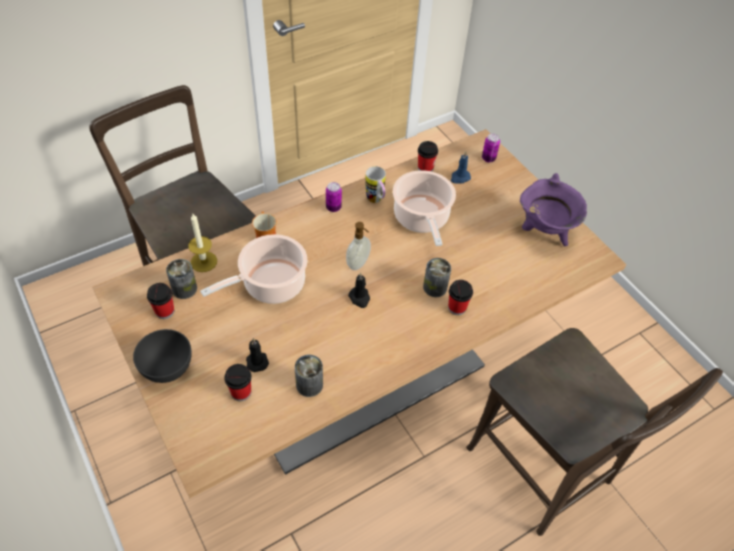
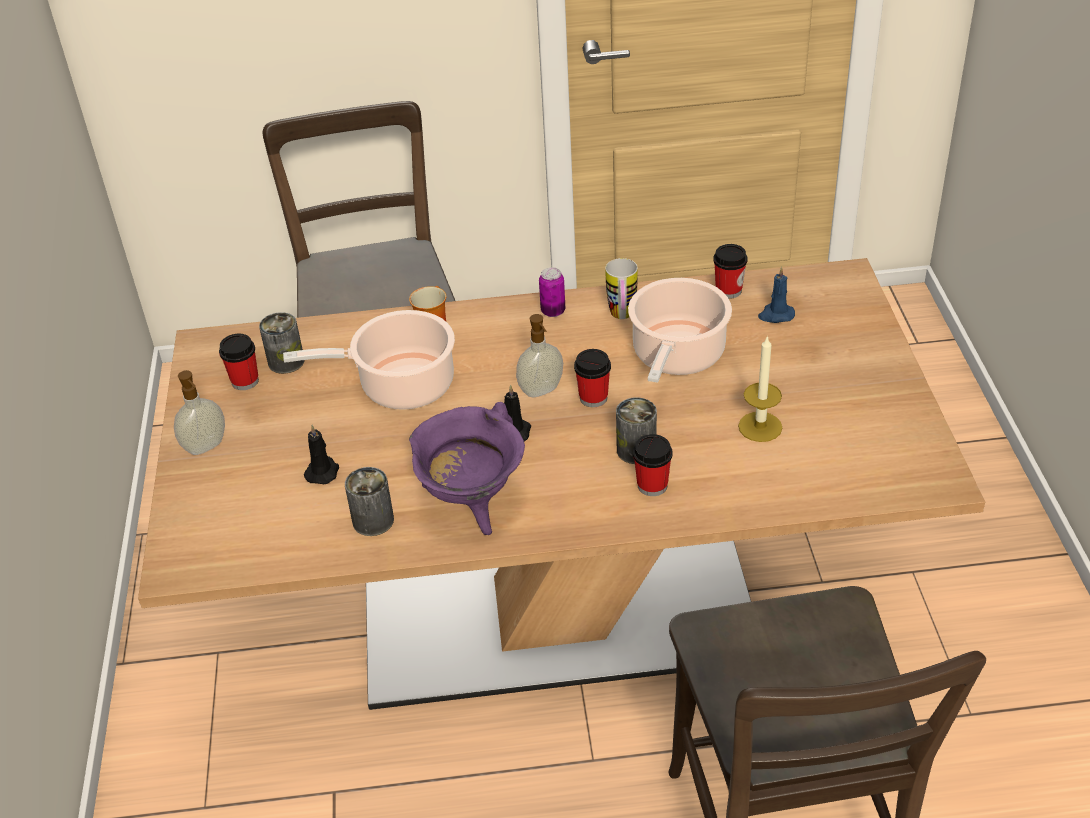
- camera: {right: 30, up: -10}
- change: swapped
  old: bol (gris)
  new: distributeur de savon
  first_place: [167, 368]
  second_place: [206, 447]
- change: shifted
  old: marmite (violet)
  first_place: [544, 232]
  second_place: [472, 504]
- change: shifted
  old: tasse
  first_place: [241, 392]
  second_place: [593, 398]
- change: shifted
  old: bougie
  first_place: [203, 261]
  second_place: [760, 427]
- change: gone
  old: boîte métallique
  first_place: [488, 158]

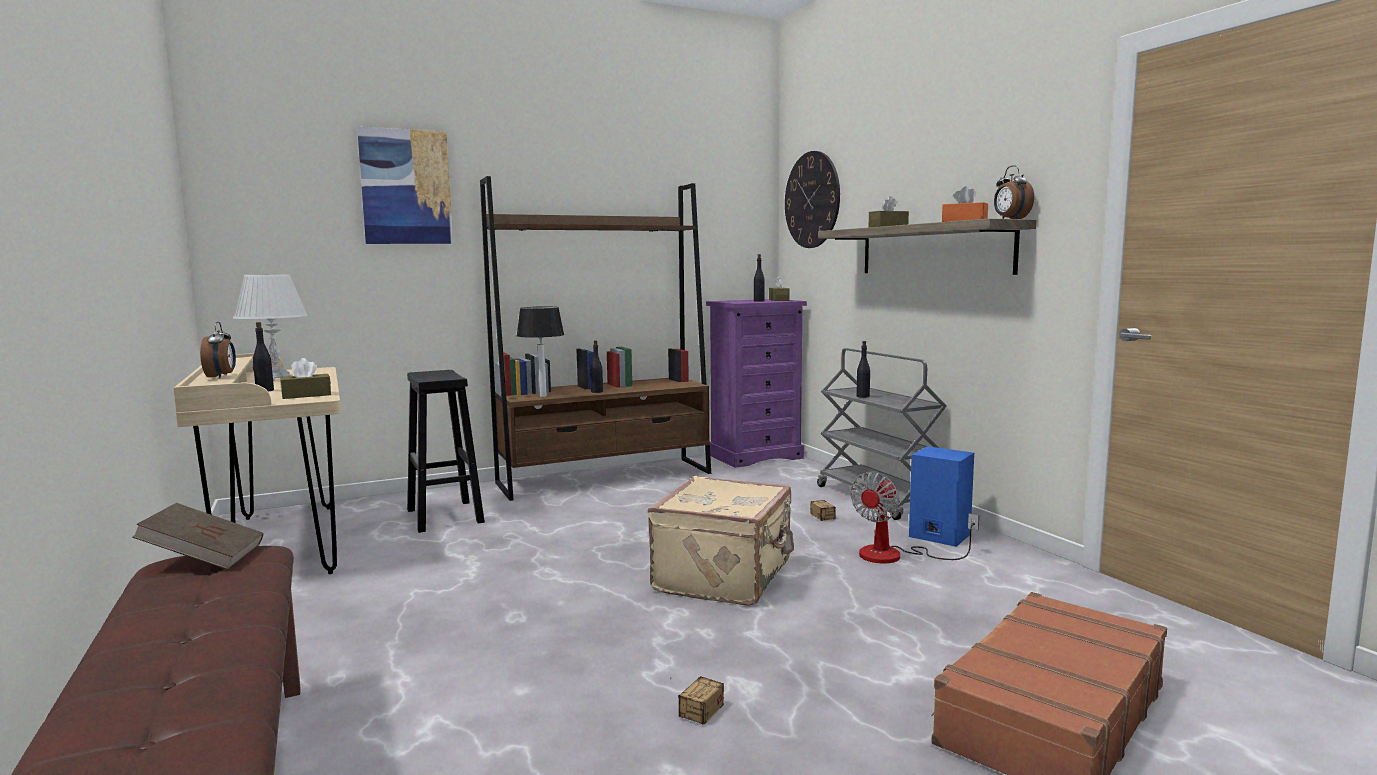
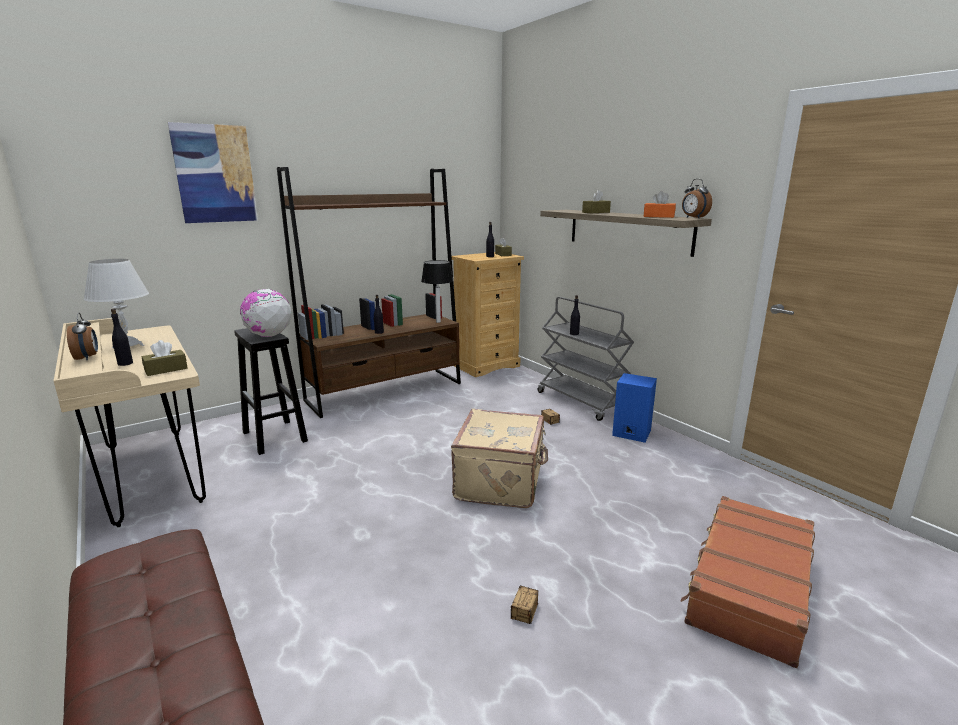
- camera: {right: -10, up: 10}
- change: new
  new: globe
  second_place: [268, 335]
- change: shifted
  old: lampe de table
  first_place: [543, 396]
  second_place: [438, 322]
- change: repainted
  old: commode (violet)
  new: commode (beige)
  first_place: [755, 456]
  second_place: [486, 366]
- change: gone
  old: livre (marron)
  first_place: [204, 558]
- change: gone
  old: horloge murale
  first_place: [812, 200]
- change: gone
  old: ventilateur
  first_place: [895, 555]

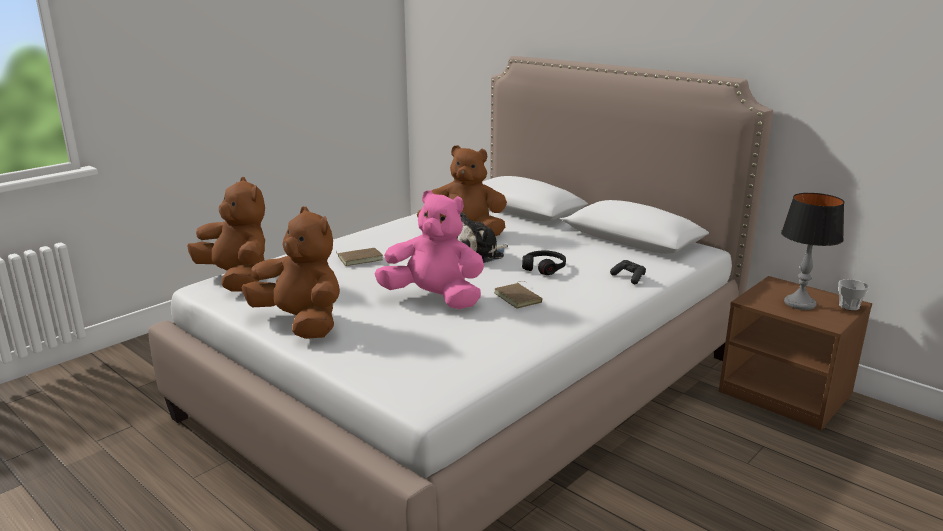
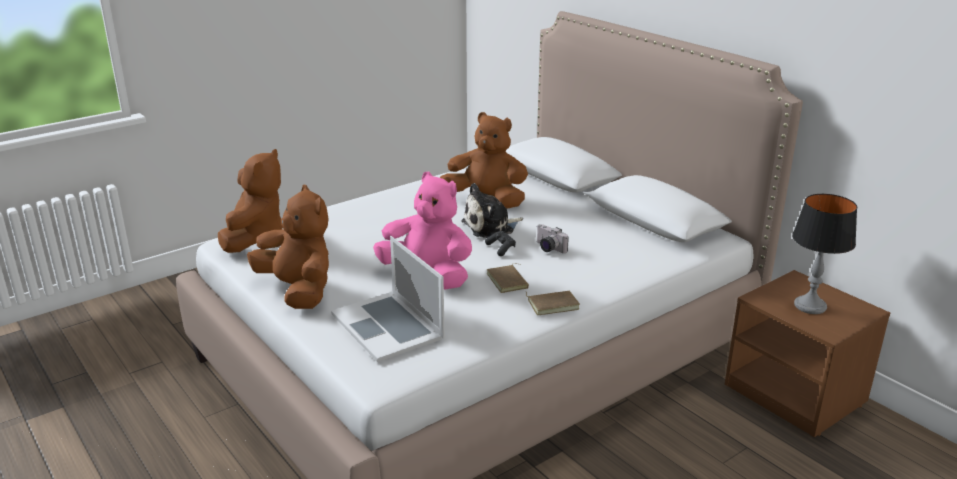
- camera: {right: 10, up: 5}
- change: rotated
  old: peluche (marron)
  first_place: [237, 279]
  second_place: [255, 238]
  degrees: 45
- change: new
  new: ordinateur portable
  second_place: [388, 325]
- change: shifted
  old: manette (noir)
  first_place: [629, 277]
  second_place: [501, 248]
- change: shifted
  old: livre (marron)
  first_place: [360, 258]
  second_place: [553, 304]
- change: swapped
  old: casque audio (noir)
  new: appareil photo
  first_place: [544, 268]
  second_place: [548, 248]
- change: gone
  old: tasse
  first_place: [849, 306]

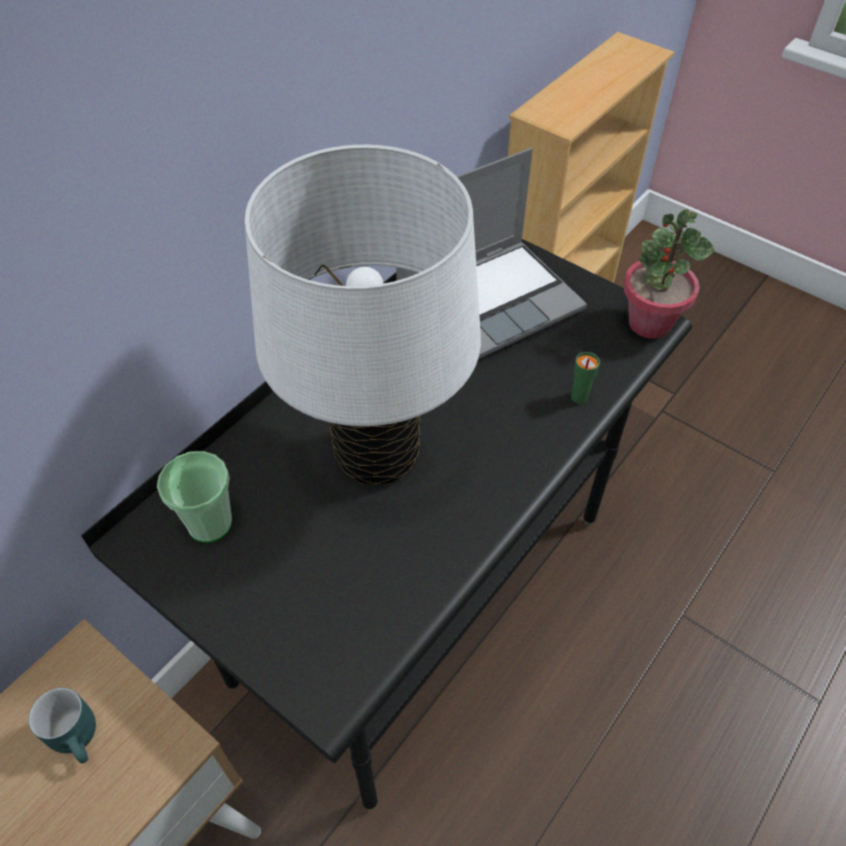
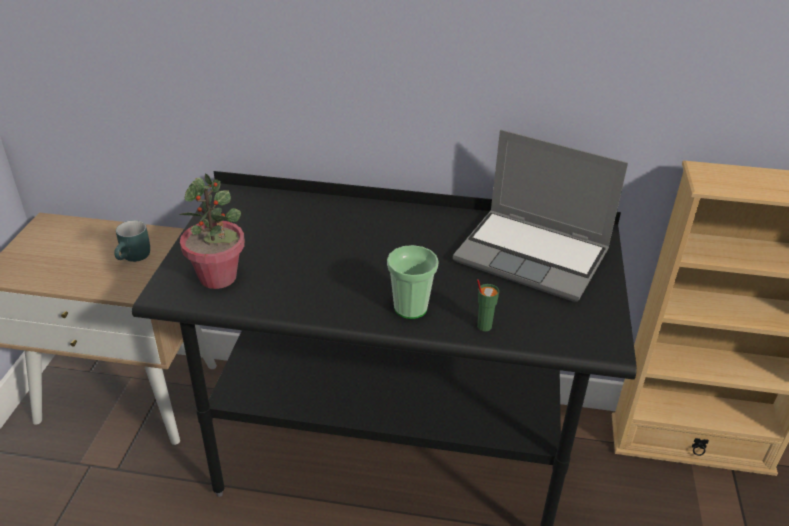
- camera: {right: 60, up: -15}
- change: shifted
  old: plante en pot
  first_place: [649, 323]
  second_place: [218, 277]
- change: shifted
  old: tasse
  first_place: [210, 523]
  second_place: [410, 308]
- change: gone
  old: lampe de table (blanc)
  first_place: [377, 454]

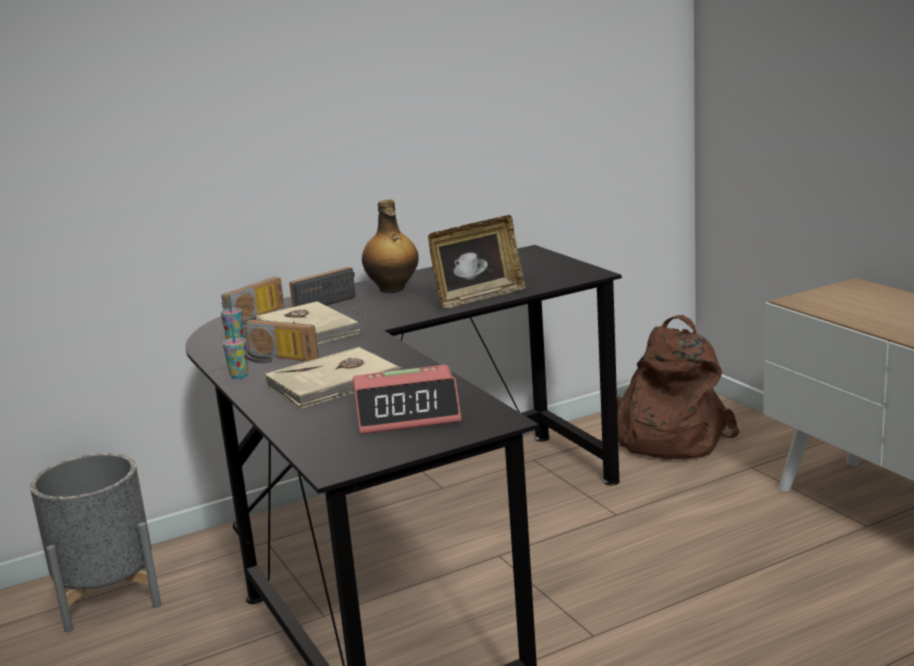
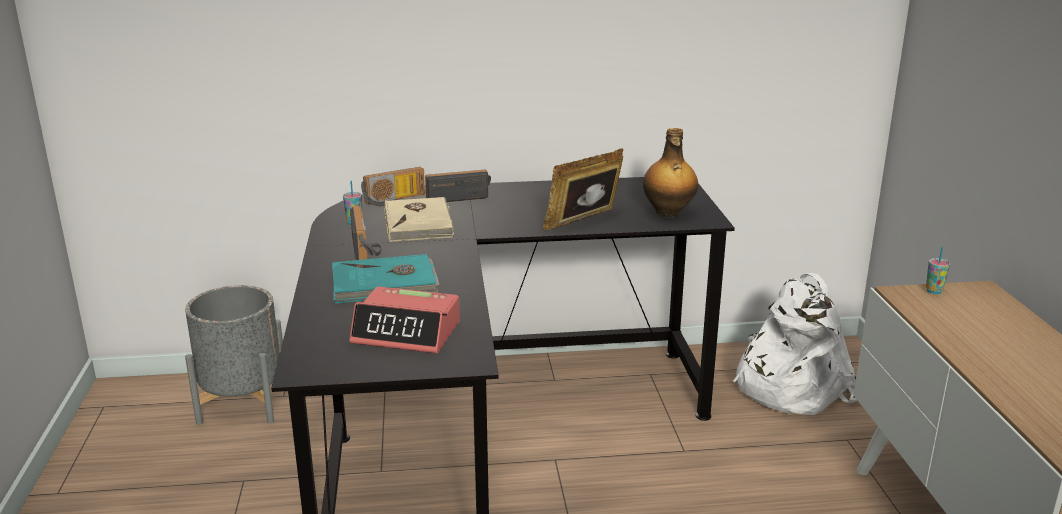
- camera: {right: 20, up: 5}
- change: repainted
  old: livre (beige)
  new: livre (turquoise)
  first_place: [334, 383]
  second_place: [385, 284]
- change: rotated
  old: radio
  first_place: [276, 359]
  second_place: [367, 247]
  degrees: -150
- change: rotated
  old: cadre photo
  first_place: [478, 297]
  second_place: [584, 223]
  degrees: 150
- change: shifted
  old: bouteille
  first_place: [392, 289]
  second_place: [668, 213]
- change: repainted
  old: sac à dos (marron)
  new: sac à dos (blanc)
  first_place: [667, 438]
  second_place: [787, 386]
- change: shifted
  old: tasse
  first_place: [239, 376]
  second_place: [934, 291]

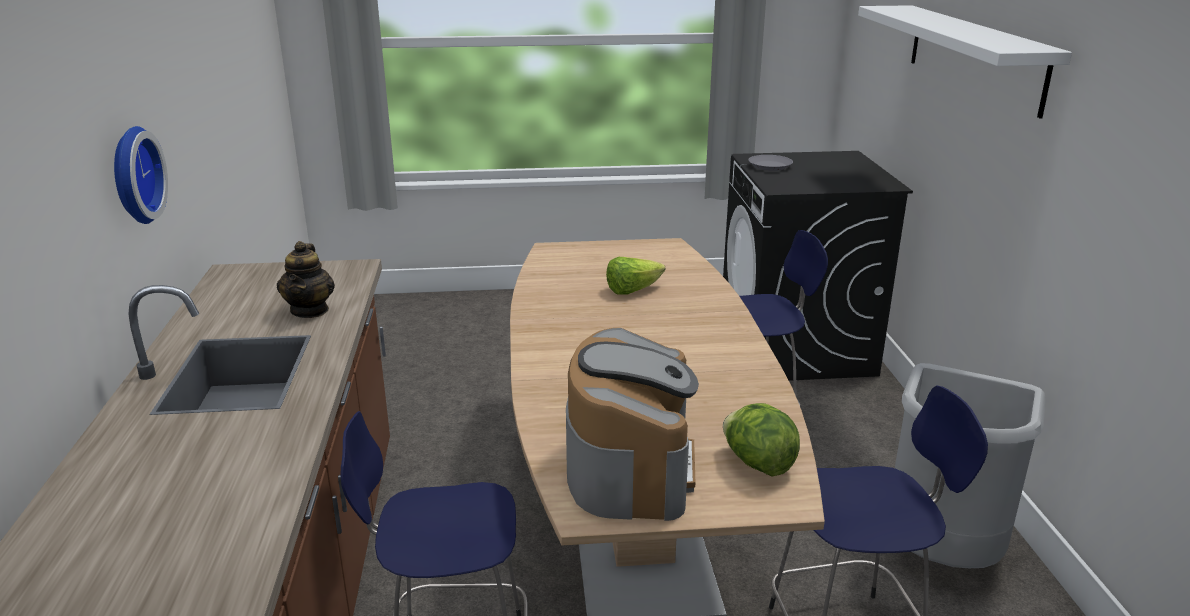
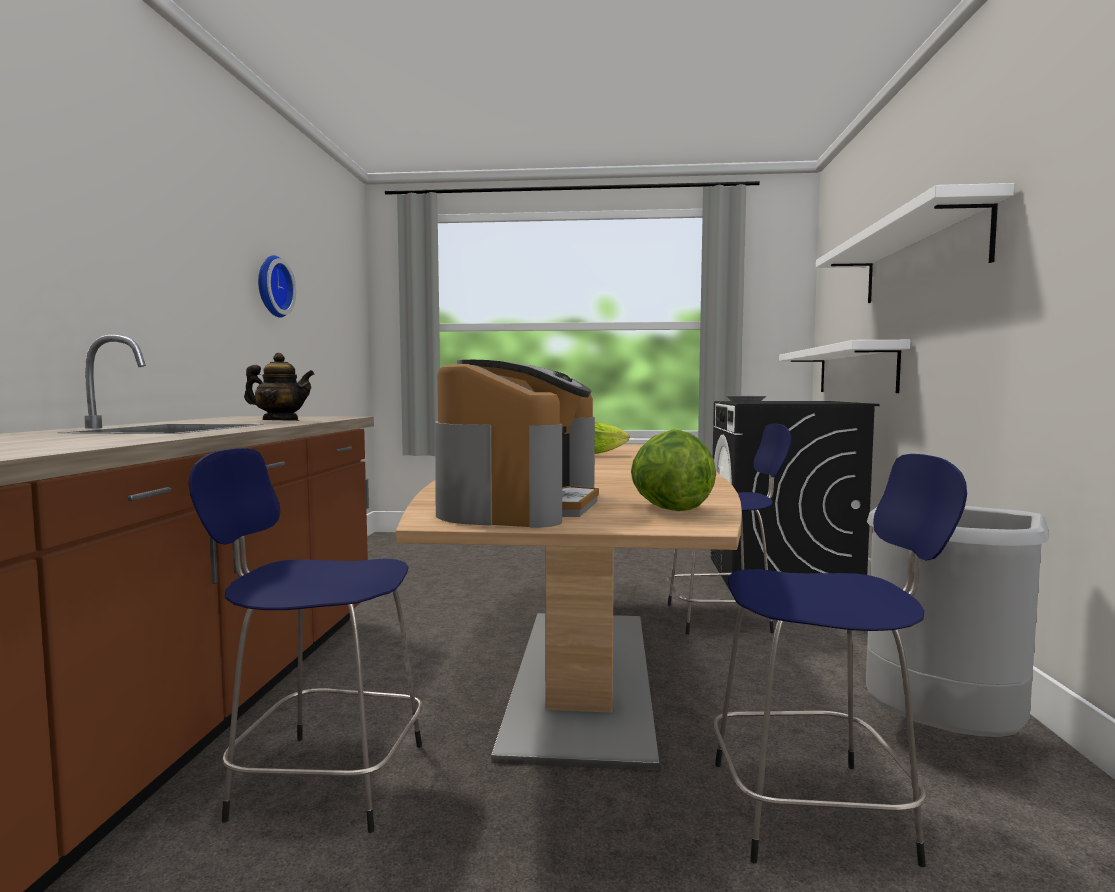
- camera: {right: 10, up: -20}
- change: rotated
  old: théière
  first_place: [310, 310]
  second_place: [281, 421]
  degrees: -90
- change: shifted
  old: horloge murale
  first_place: [132, 175]
  second_place: [271, 286]
- change: new
  new: étagère (blanc)
  second_place: [855, 370]

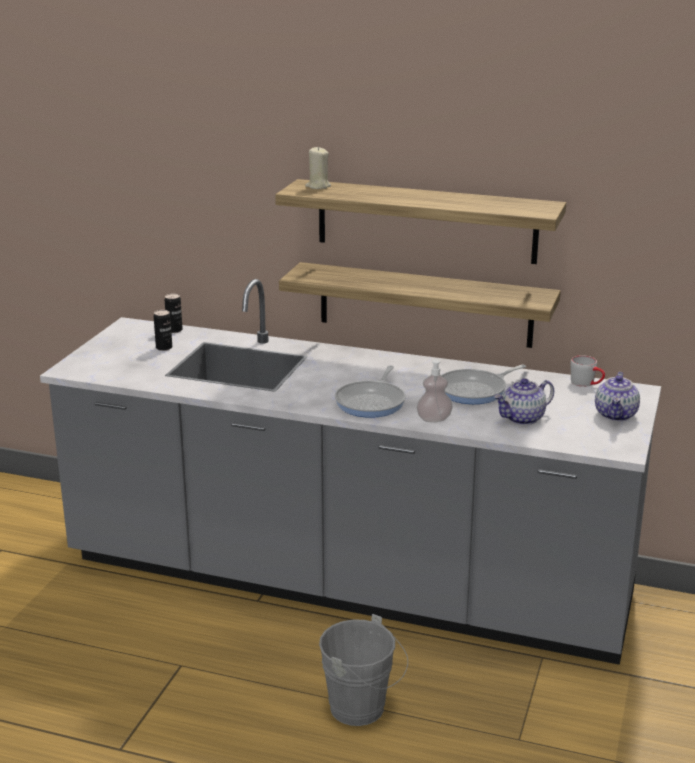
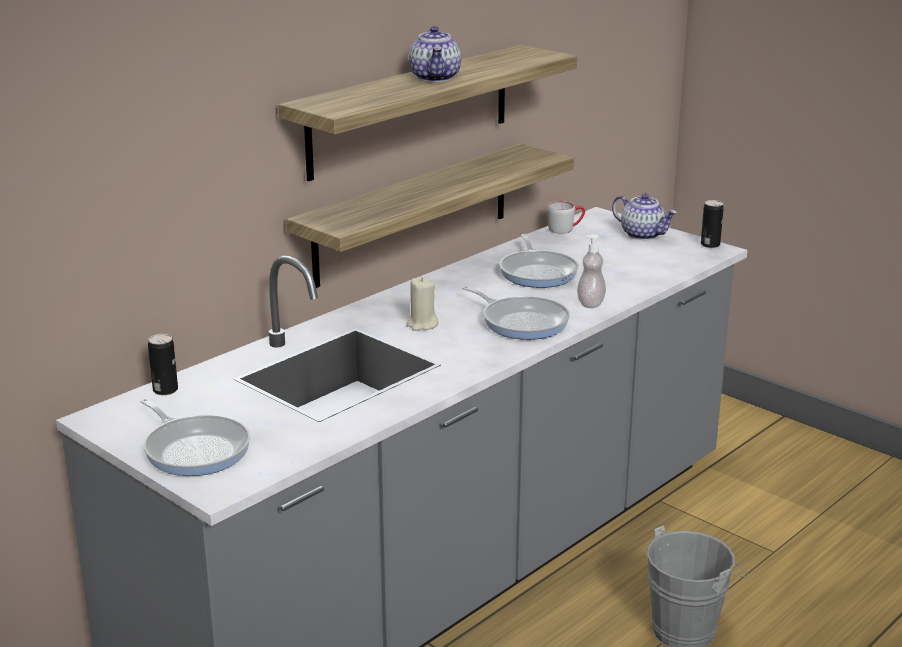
- camera: {right: -65, up: 0}
- change: new
  new: poêle
  second_place: [195, 449]
- change: shifted
  old: bougie (beige)
  first_place: [318, 186]
  second_place: [422, 325]
- change: shifted
  old: théière
  first_place: [522, 418]
  second_place: [436, 78]
- change: shifted
  old: boîte métallique
  first_place: [164, 348]
  second_place: [710, 245]

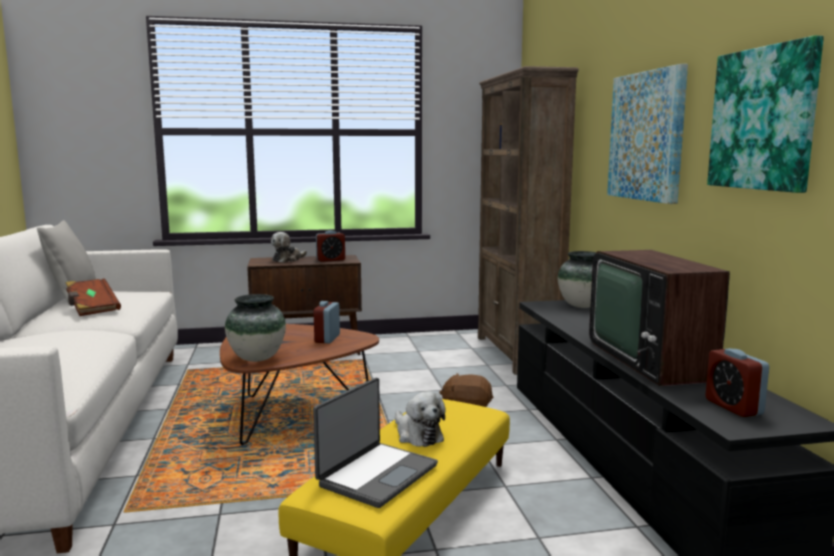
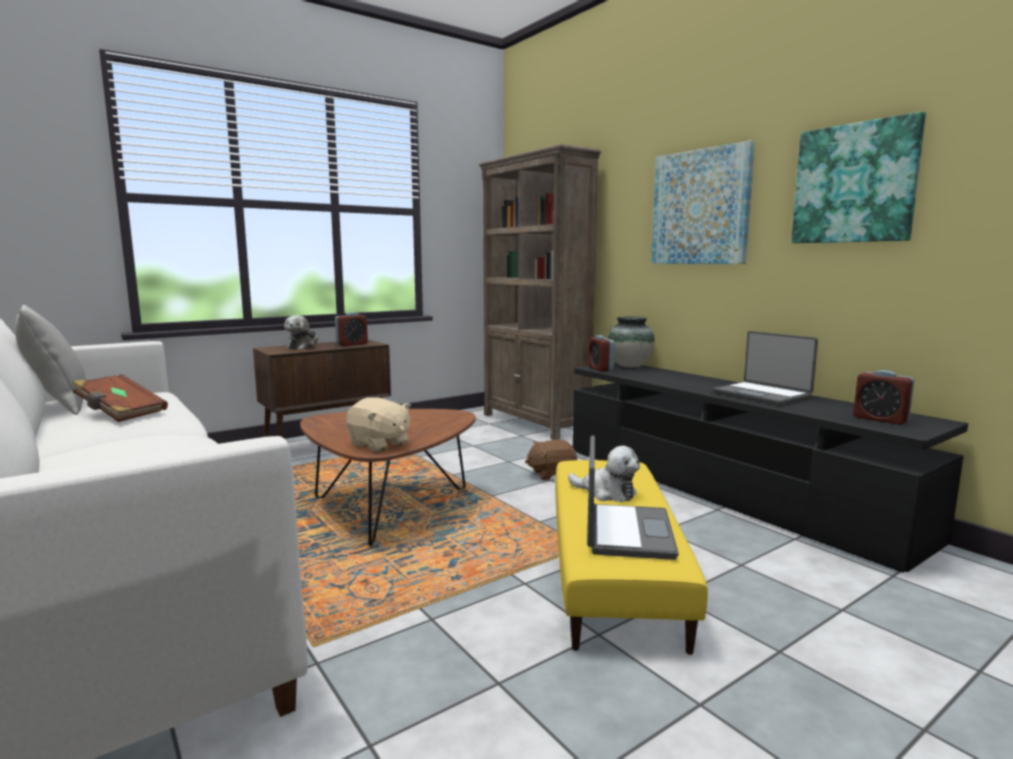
- camera: {right: -25, up: 0}
- change: swapped
  old: vase
  new: peluche (beige)
  first_place: [257, 358]
  second_place: [379, 444]
- change: shifted
  old: réveil
  first_place: [327, 339]
  second_place: [600, 369]
- change: swapped
  old: téléviseur
  new: ordinateur portable
  first_place: [656, 358]
  second_place: [762, 395]

